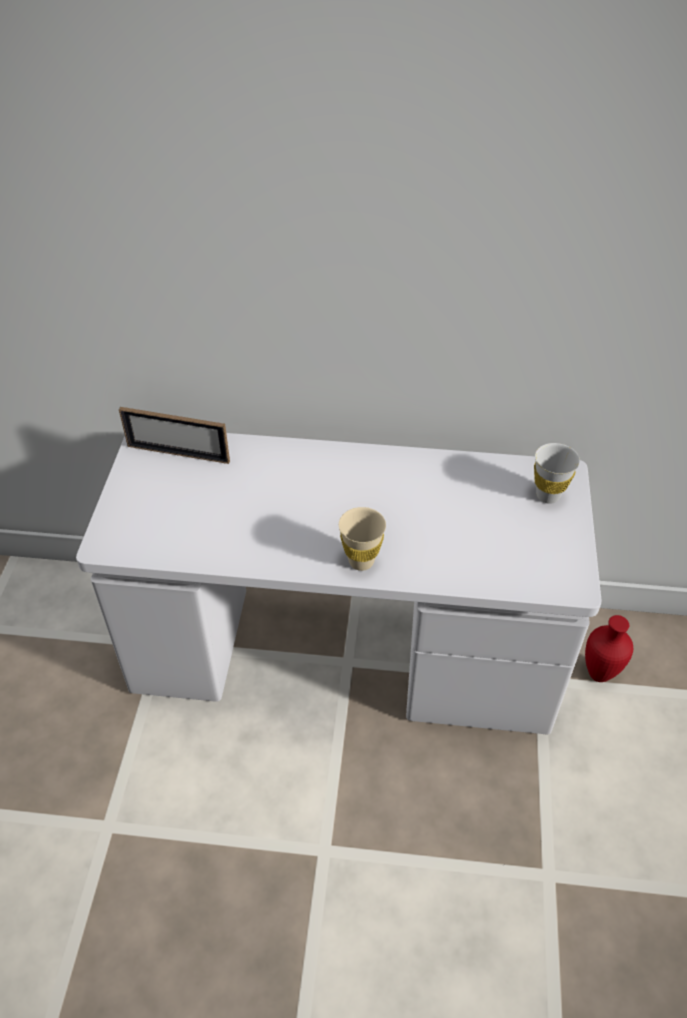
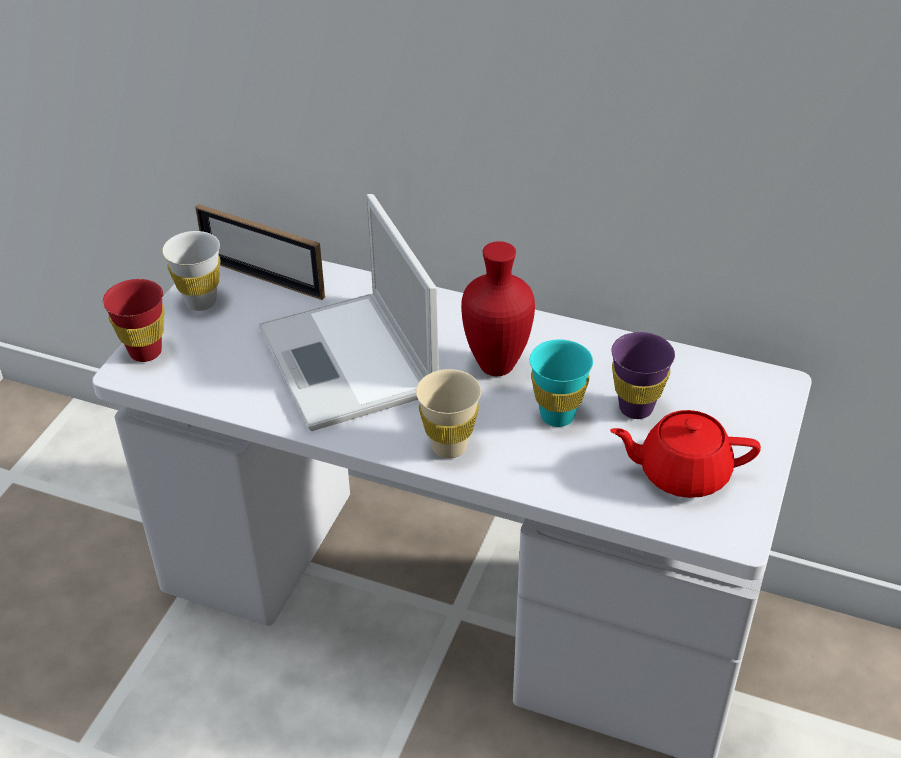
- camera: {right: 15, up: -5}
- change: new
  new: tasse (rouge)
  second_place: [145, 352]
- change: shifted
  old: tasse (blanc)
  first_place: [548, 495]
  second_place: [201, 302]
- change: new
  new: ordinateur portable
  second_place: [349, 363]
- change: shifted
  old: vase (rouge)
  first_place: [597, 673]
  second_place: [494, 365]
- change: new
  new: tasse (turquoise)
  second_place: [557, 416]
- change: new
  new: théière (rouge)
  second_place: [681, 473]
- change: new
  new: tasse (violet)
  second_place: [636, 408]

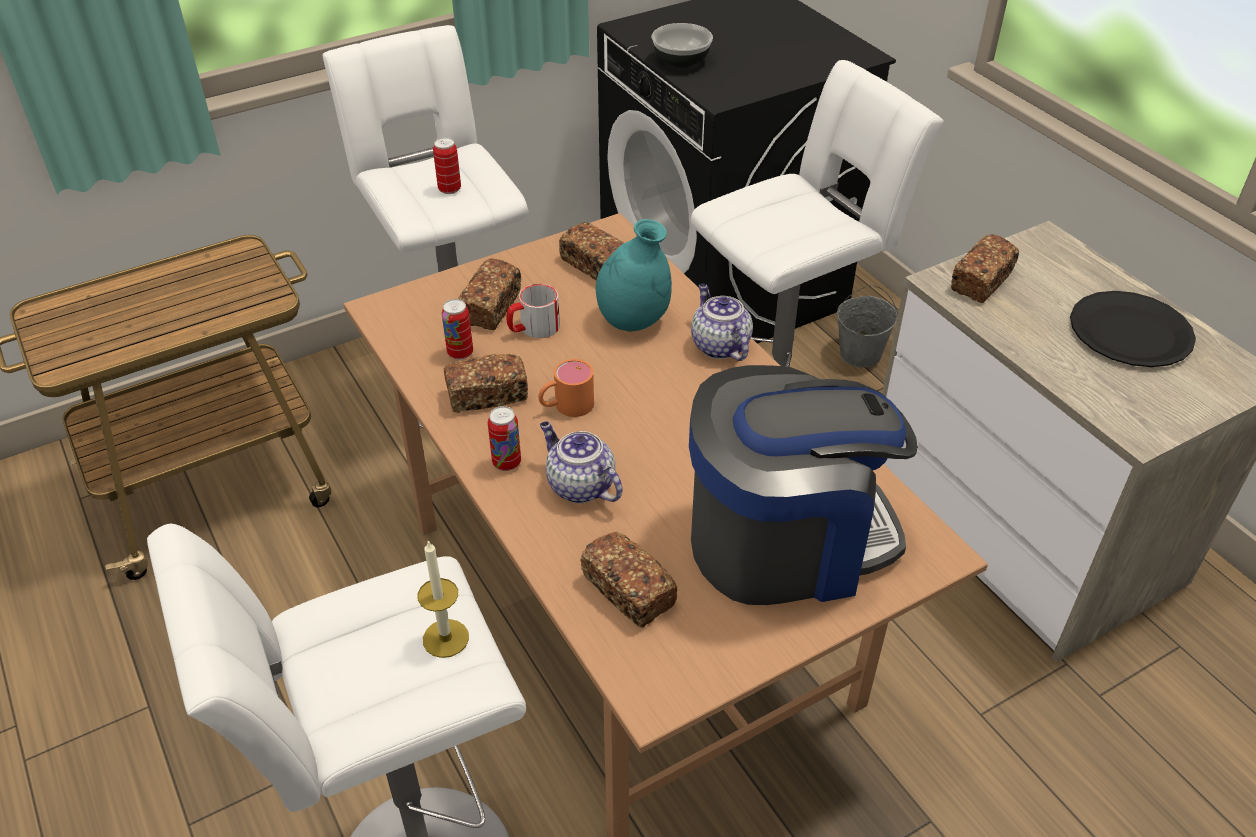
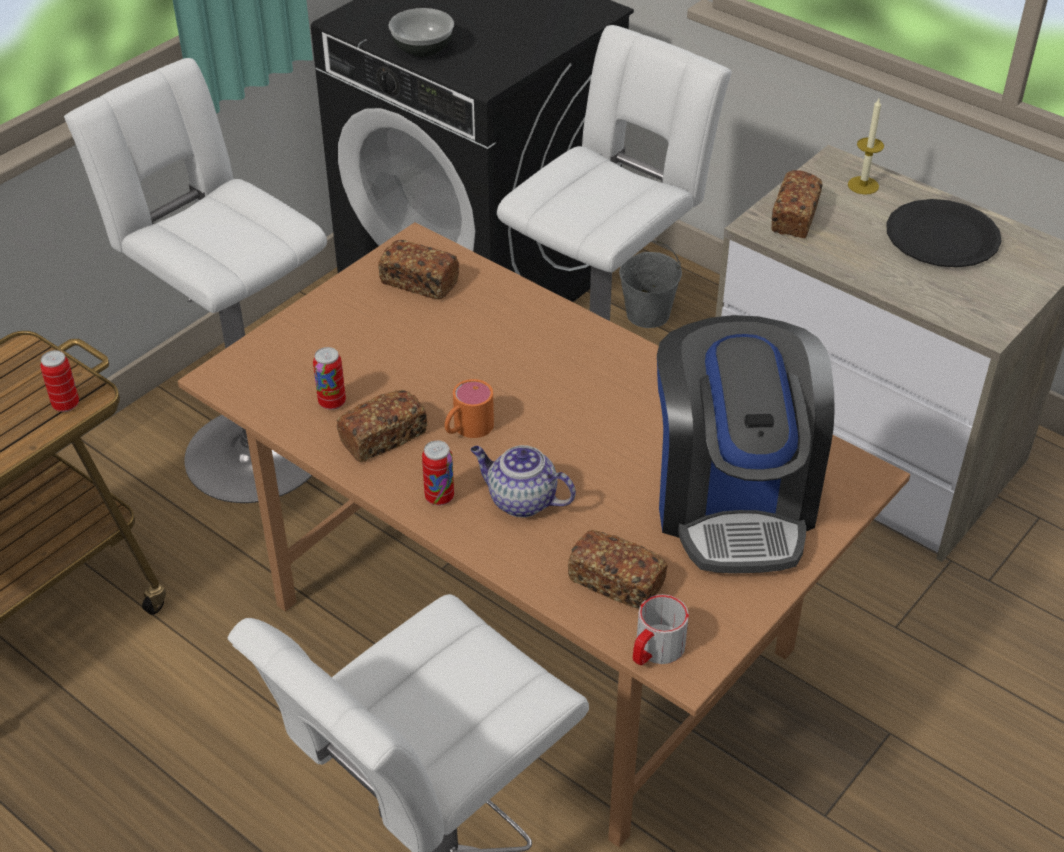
- camera: {right: -20, up: 0}
- change: shifted
  old: boîte métallique
  first_place: [449, 189]
  second_place: [66, 405]
- change: shifted
  old: mug
  first_place: [533, 328]
  second_place: [655, 650]
- change: rotated
  old: machine à café
  first_place: [786, 541]
  second_place: [733, 500]
  degrees: 120
- change: shifted
  old: bougie
  first_place: [445, 638]
  second_place: [863, 185]
- change: gone
  old: pain
  first_place: [491, 307]
- change: gone
  old: vase (turquoise)
  first_place: [633, 321]
- change: gone
  old: théière
  first_place: [719, 345]

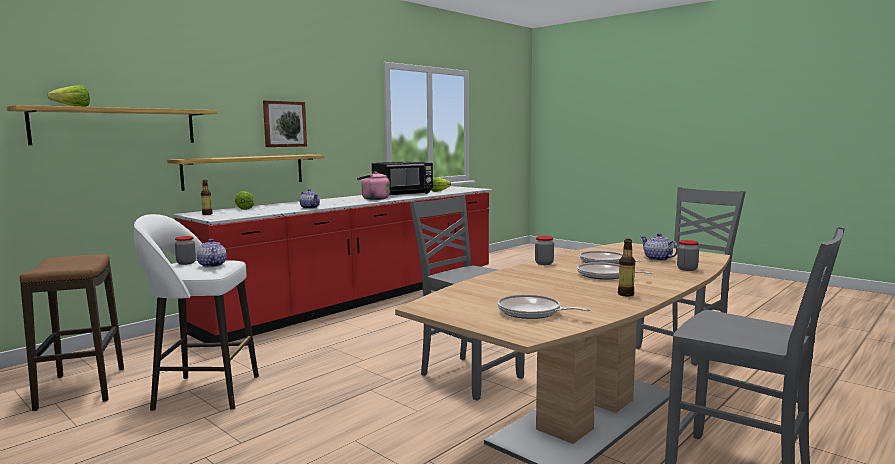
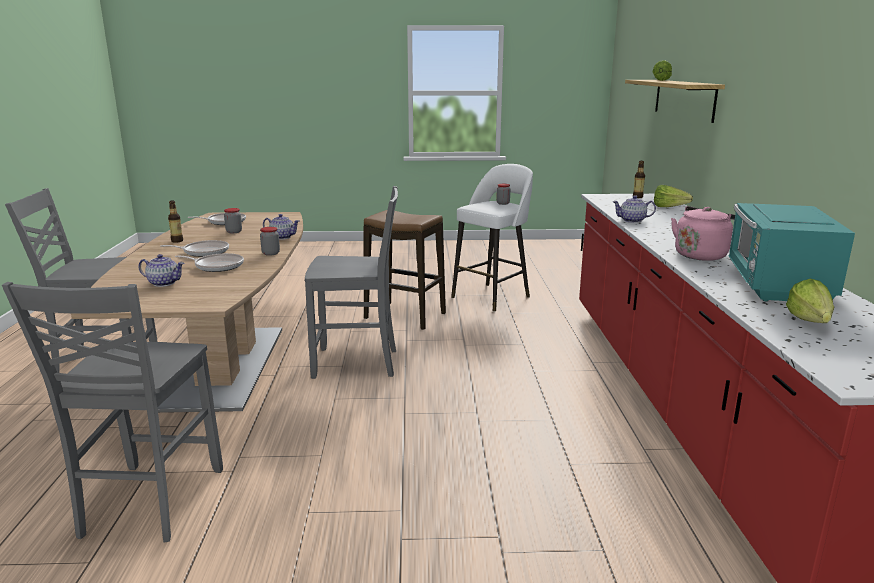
- camera: {right: 135, up: 10}
- change: shifted
  old: bocal
  first_place: [687, 269]
  second_place: [234, 232]
- change: shifted
  old: théière
  first_place: [212, 265]
  second_place: [282, 237]
- change: shifted
  old: tabouret
  first_place: [81, 388]
  second_place: [405, 316]
- change: repainted
  old: micro-ondes (noir)
  new: micro-ondes (turquoise)
  first_place: [403, 194]
  second_place: [776, 286]
- change: gone
  old: étagère
  first_place: [245, 171]
- change: gone
  old: tableau
  first_place: [284, 124]

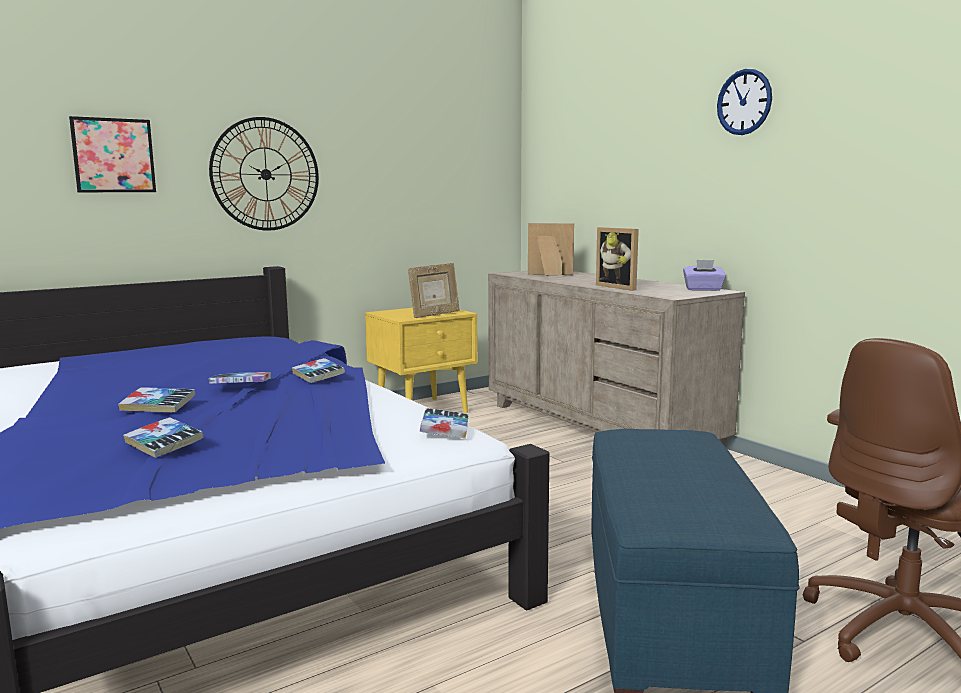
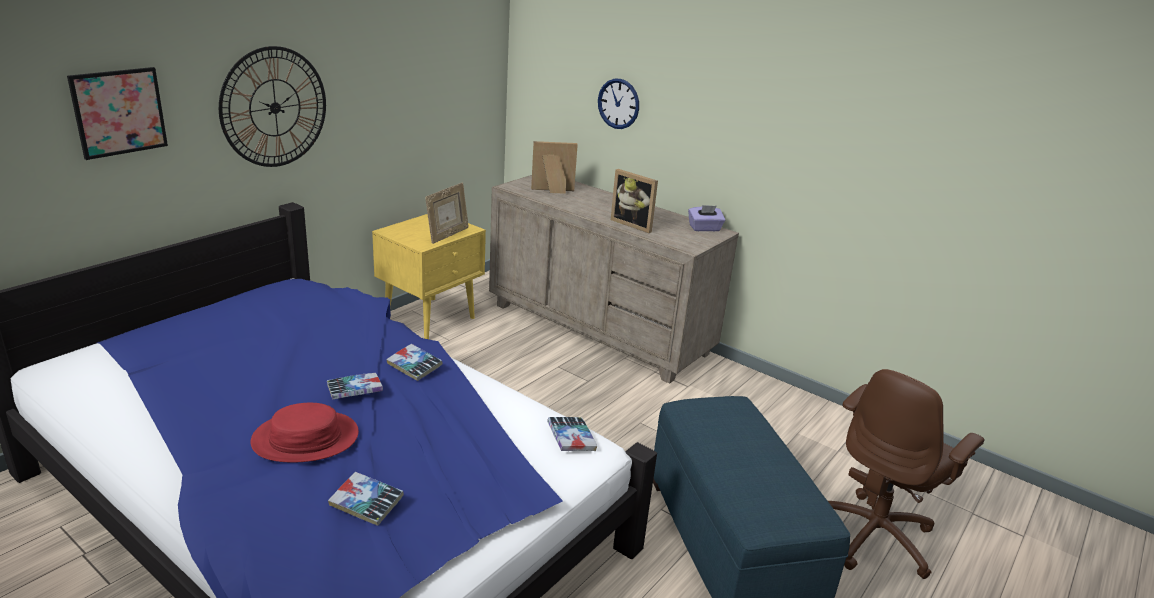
- camera: {right: -20, up: 15}
- change: swapped
  old: livre
  new: chapeau (rouge)
  first_place: [158, 406]
  second_place: [305, 439]
- change: shifted
  old: horloge murale
  first_place: [744, 102]
  second_place: [618, 103]

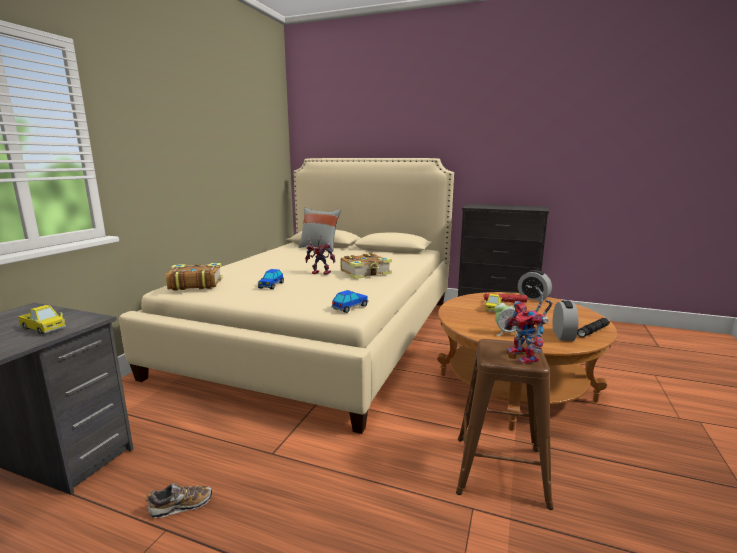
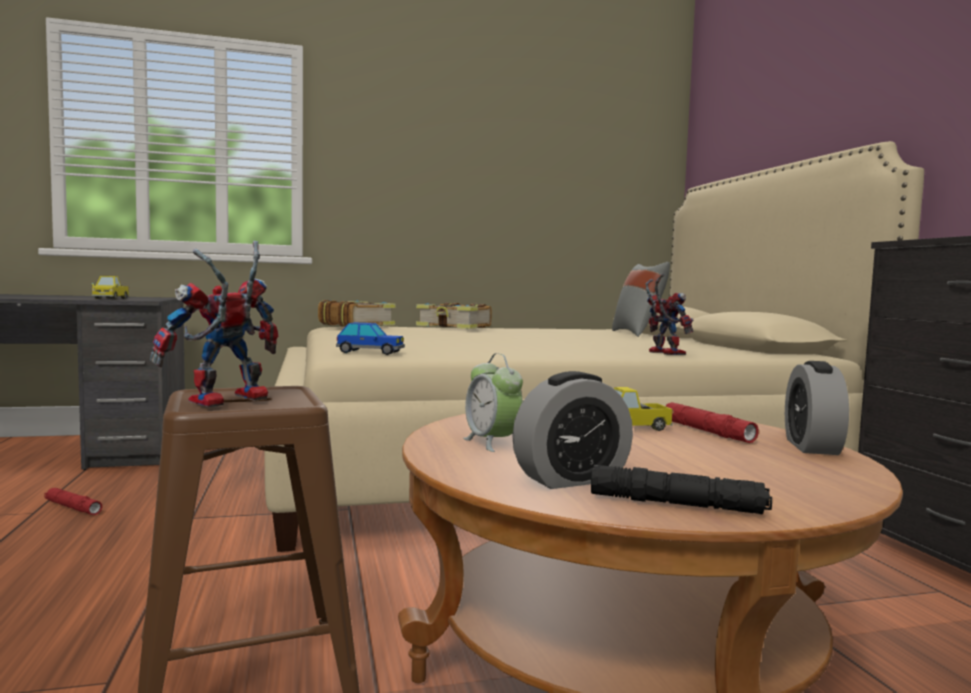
- camera: {right: 55, up: -10}
- change: swapped
  old: chaussure
  new: lampe de poche (rouge)
  first_place: [181, 506]
  second_place: [73, 508]
- change: shifted
  old: livre
  first_place: [366, 273]
  second_place: [455, 327]
- change: shifted
  old: robot jouet
  first_place: [319, 273]
  second_place: [662, 353]
- change: gone
  old: petite voiture
  first_place: [271, 285]

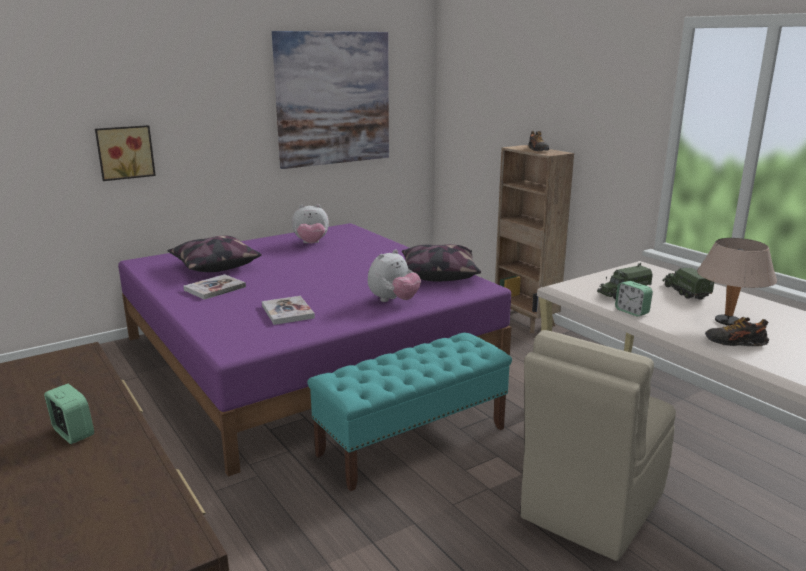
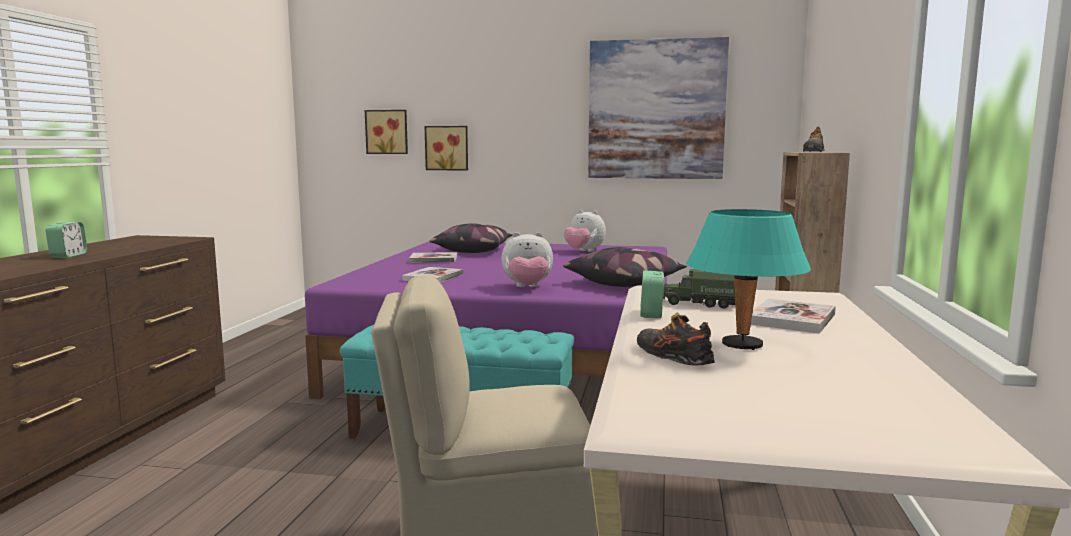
- camera: {right: 45, up: -10}
- change: new
  new: tableau
  second_place: [387, 132]
- change: repainted
  old: lampe de table (beige)
  new: lampe de table (turquoise)
  first_place: [727, 322]
  second_place: [742, 345]
- change: swapped
  old: camion jouet
  new: livre
  first_place: [685, 292]
  second_place: [791, 319]

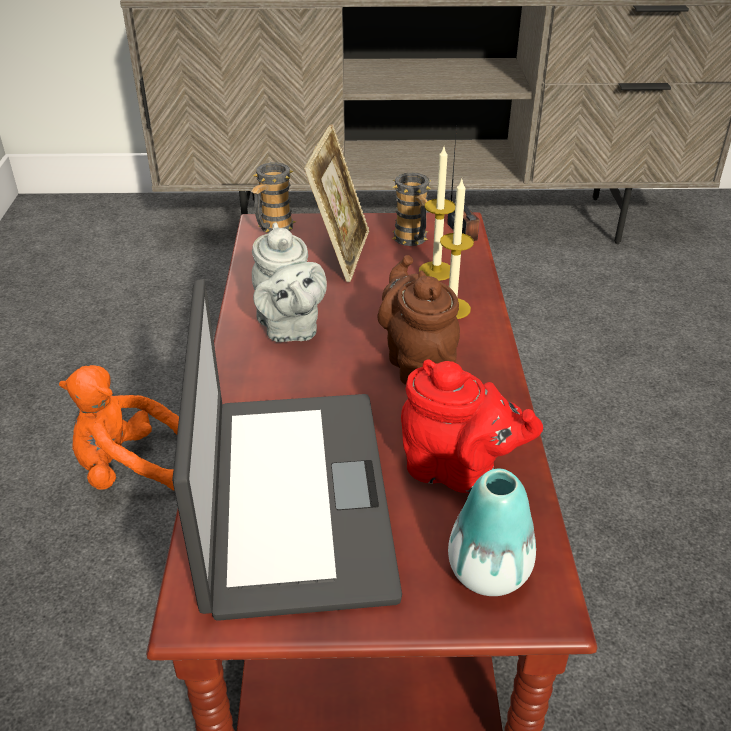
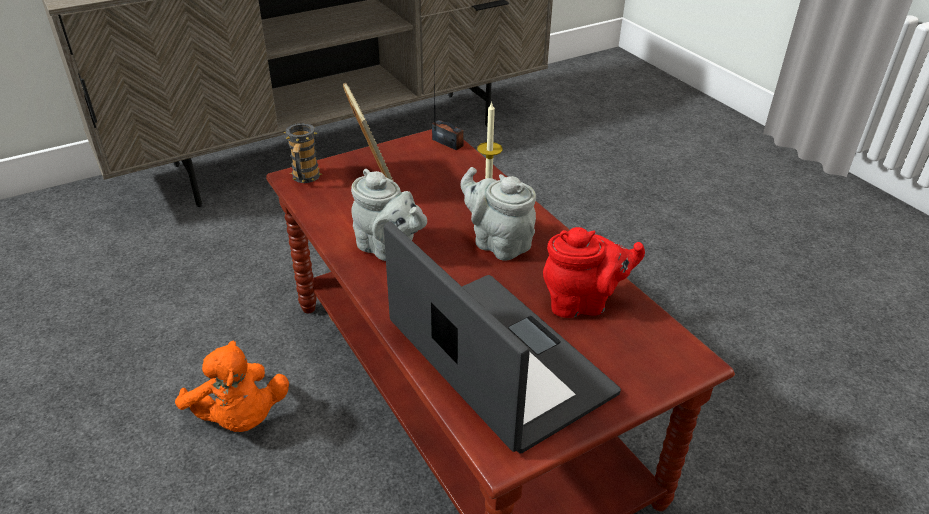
- camera: {right: -30, up: 0}
- change: rotated
  old: peluche (orange)
  first_place: [130, 469]
  second_place: [239, 418]
  degrees: -90
- change: repainted
  old: théière (marron)
  new: théière (gris)
  first_place: [418, 363]
  second_place: [498, 243]
- change: gone
  old: mug
  first_place: [412, 240]
- change: gone
  old: bougie
  first_place: [436, 271]
- change: gone
  old: vase
  first_place: [488, 573]

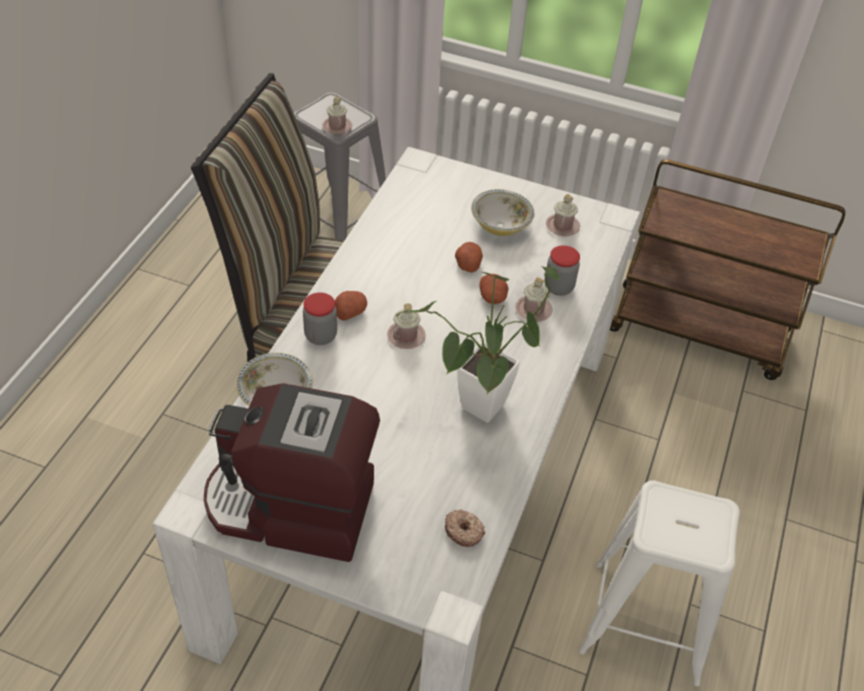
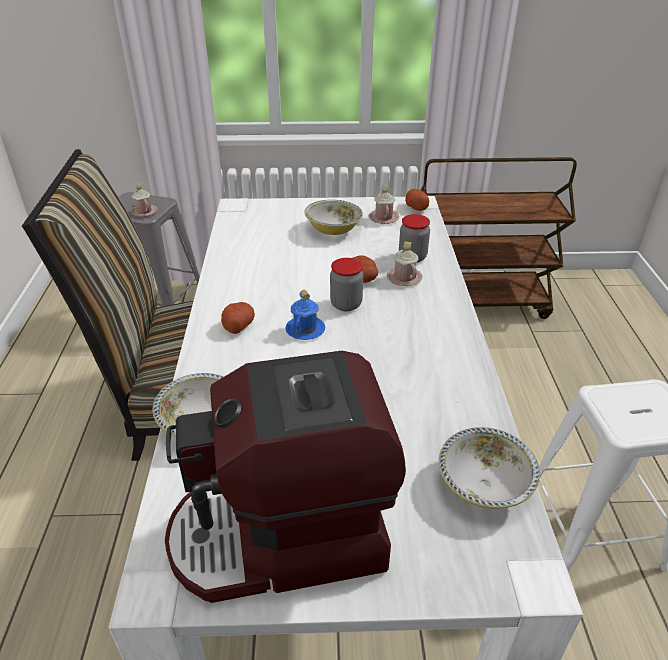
- camera: {right: -20, up: -10}
- change: repainted
  old: mug (rose)
  new: mug (bleu)
  first_place: [406, 336]
  second_place: [305, 329]
- change: shifted
  old: bocal
  first_place: [320, 336]
  second_place: [346, 304]
- change: shifted
  old: pomme de terre
  first_place: [468, 263]
  second_place: [415, 207]
- change: swapped
  old: beignet
  new: bol
  first_place: [464, 531]
  second_place: [483, 486]
- change: gone
  old: plante en pot
  first_place: [476, 412]

